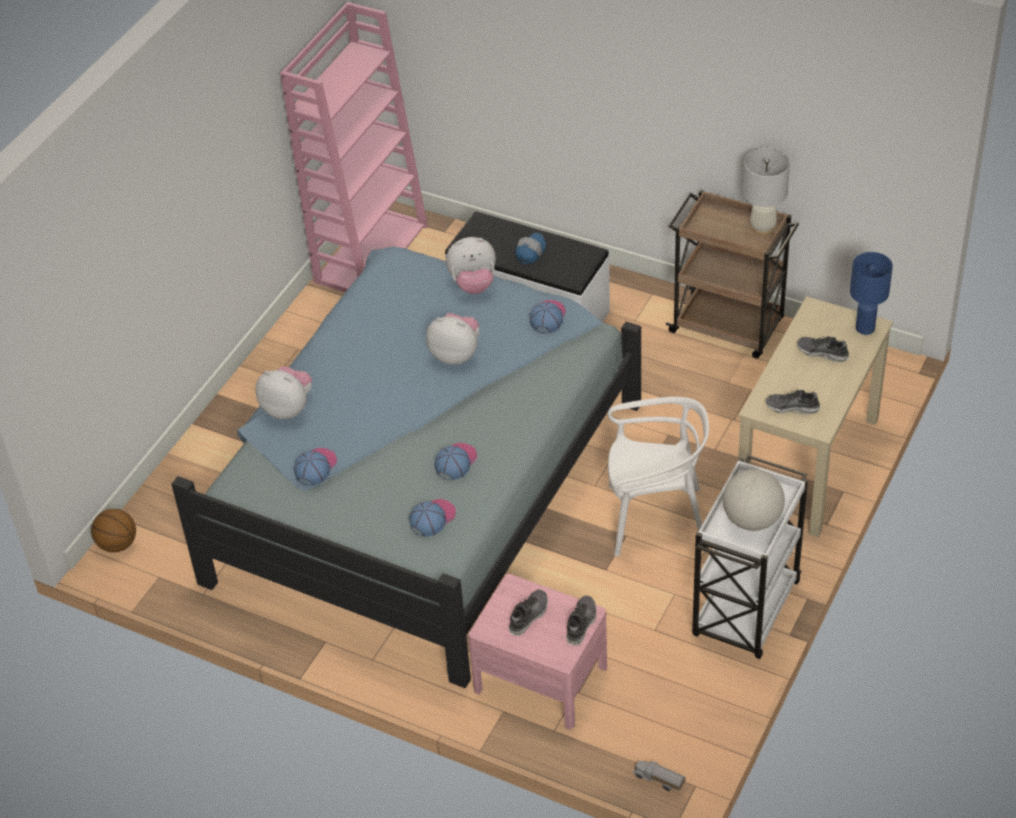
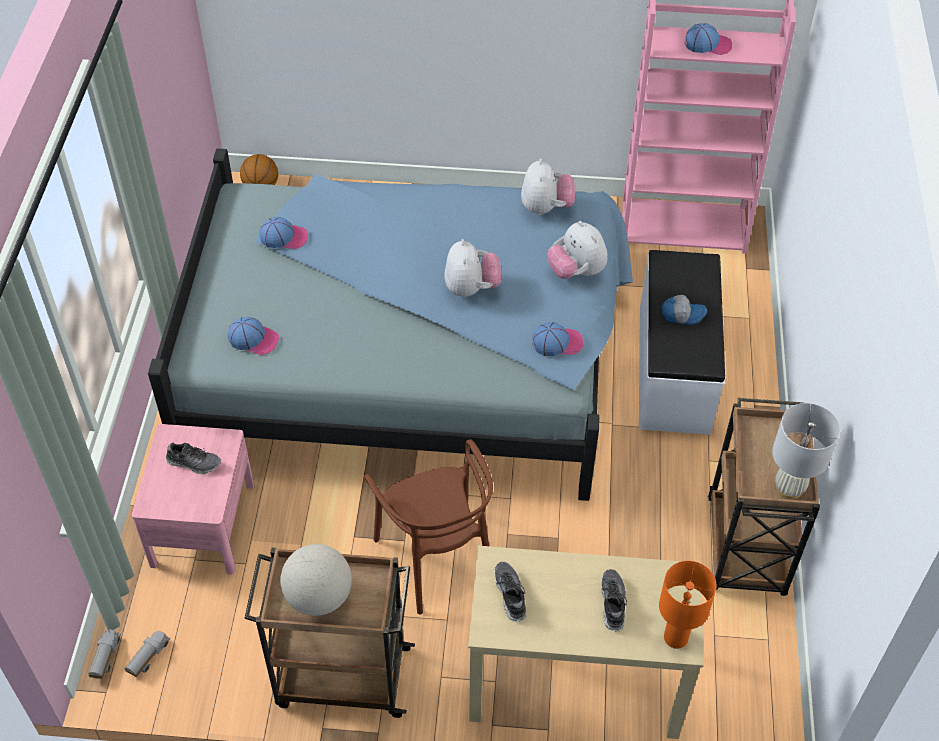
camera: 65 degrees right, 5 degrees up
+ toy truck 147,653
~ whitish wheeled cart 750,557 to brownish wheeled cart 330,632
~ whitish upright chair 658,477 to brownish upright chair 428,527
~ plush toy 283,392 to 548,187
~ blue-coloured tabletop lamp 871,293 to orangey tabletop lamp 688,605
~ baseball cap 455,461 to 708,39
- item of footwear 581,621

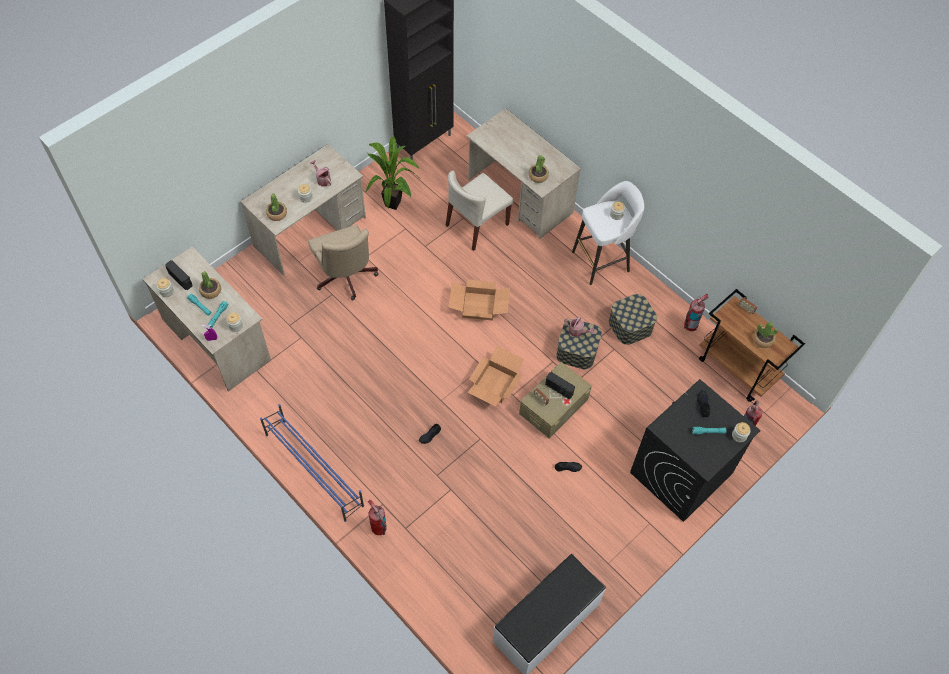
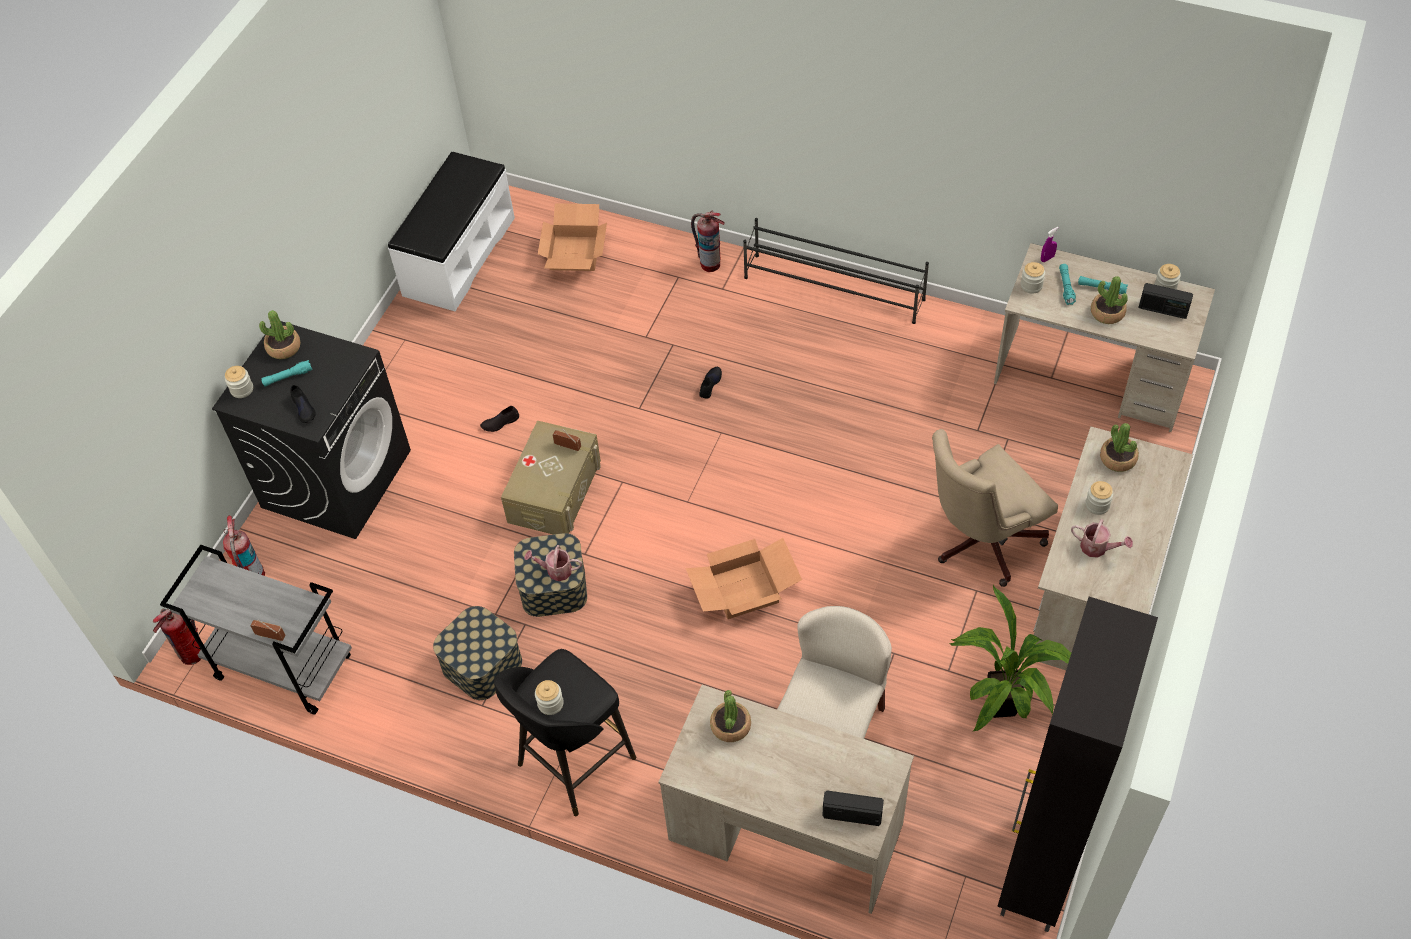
camera: 160 degrees right, 5 degrees down
~ fire-fighting cylinder 696,312 to 177,637
~ brownish wheeled cart 752,345 to greyish wheeled cart 256,630
~ potted plant 765,335 to 280,334
~ whitish stool 608,233 to black-coloured stool 565,732
~ cardboard box 495,376 to 572,237
~ blue-coloured shoe shelf 312,463 to black-coloured shoe shelf 836,271
~ radio 560,385 to 853,808
~ beige-coloured computer chair 343,262 = 995,508 75 degrees counterclockwise

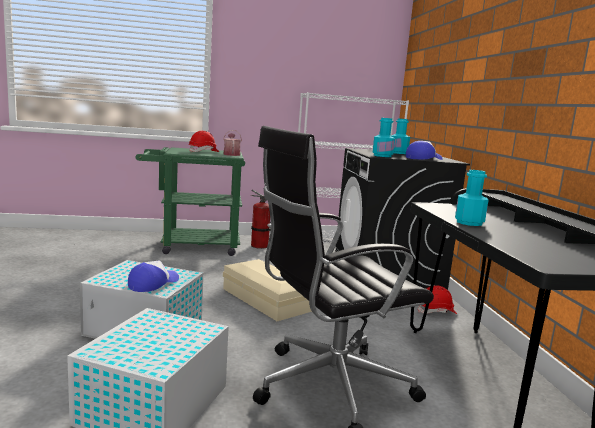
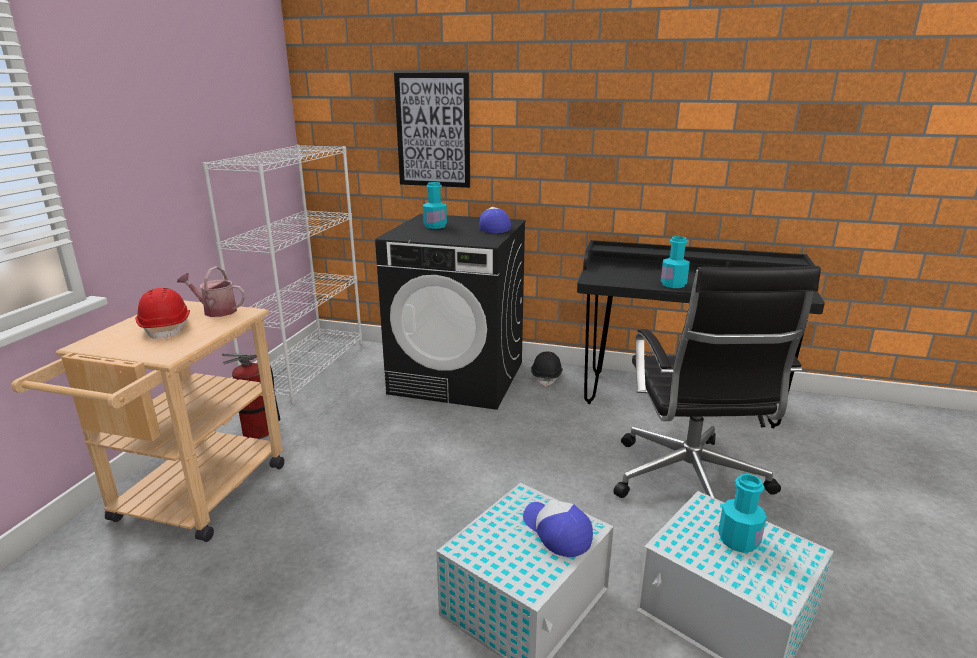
camera: 65 degrees left, 10 degrees up
~ green wheeled cart 190,201 to beige-coloured wheeled cart 147,421
+ picture 432,130
~ reddish hard hat 437,299 to black-coloured hard hat 547,369
~ turquoise bottle 383,137 to 742,513
- beige-coloured storage bin 267,290

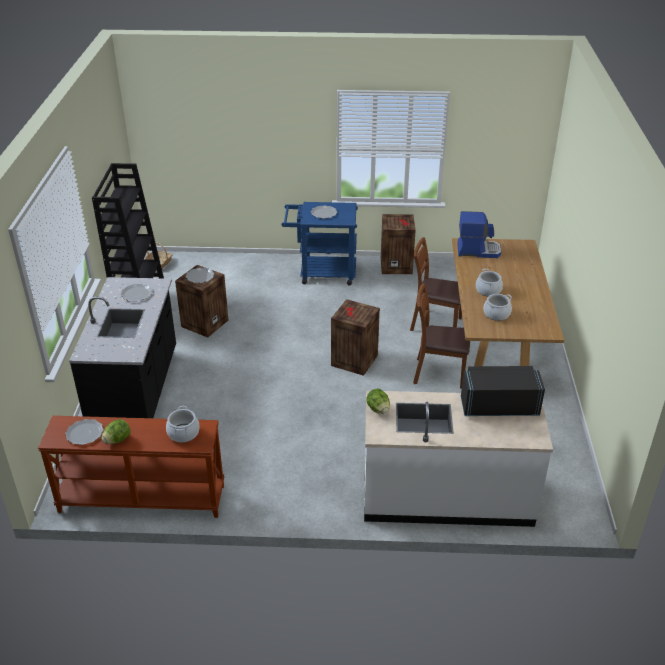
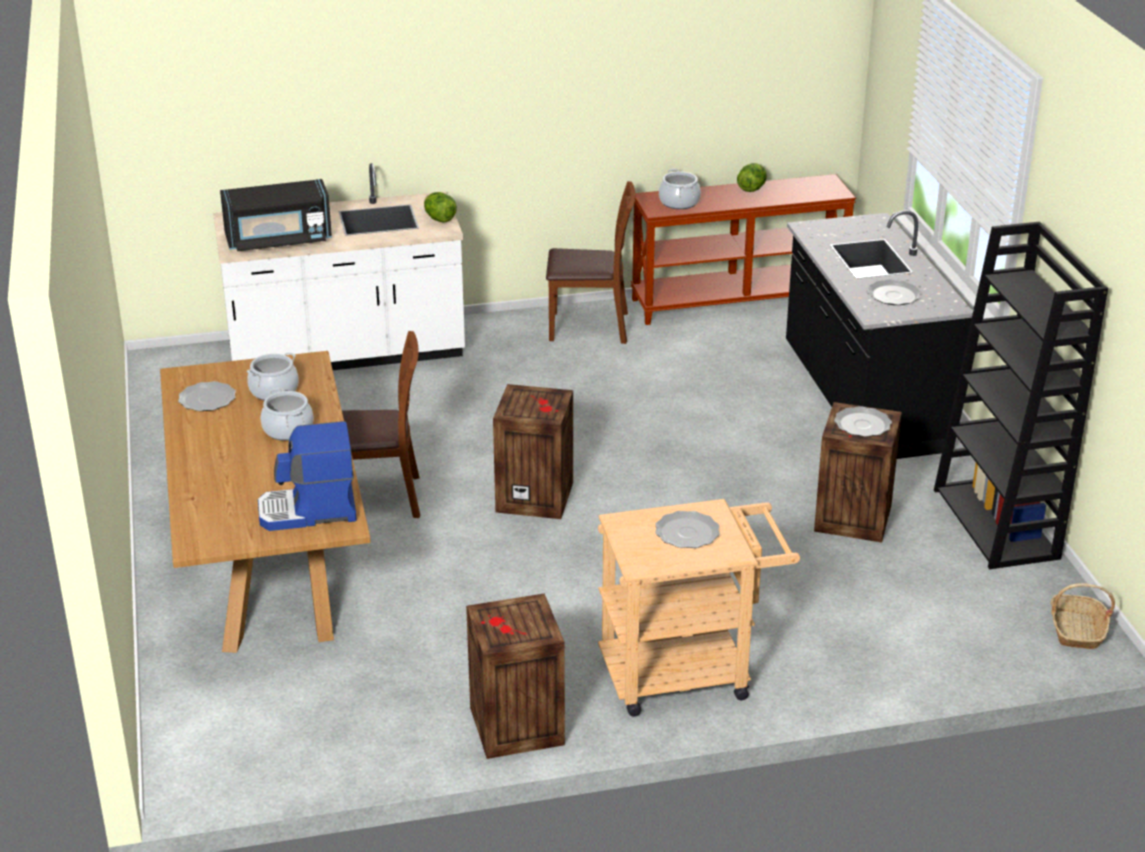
camera: 165 degrees right, 5 degrees down
~ flat dish 84,432 to 207,396
~ brownish upright chair 436,284 to 590,262
~ blue-coloured wheeled cart 319,243 to beige-coloured wheeled cart 699,607

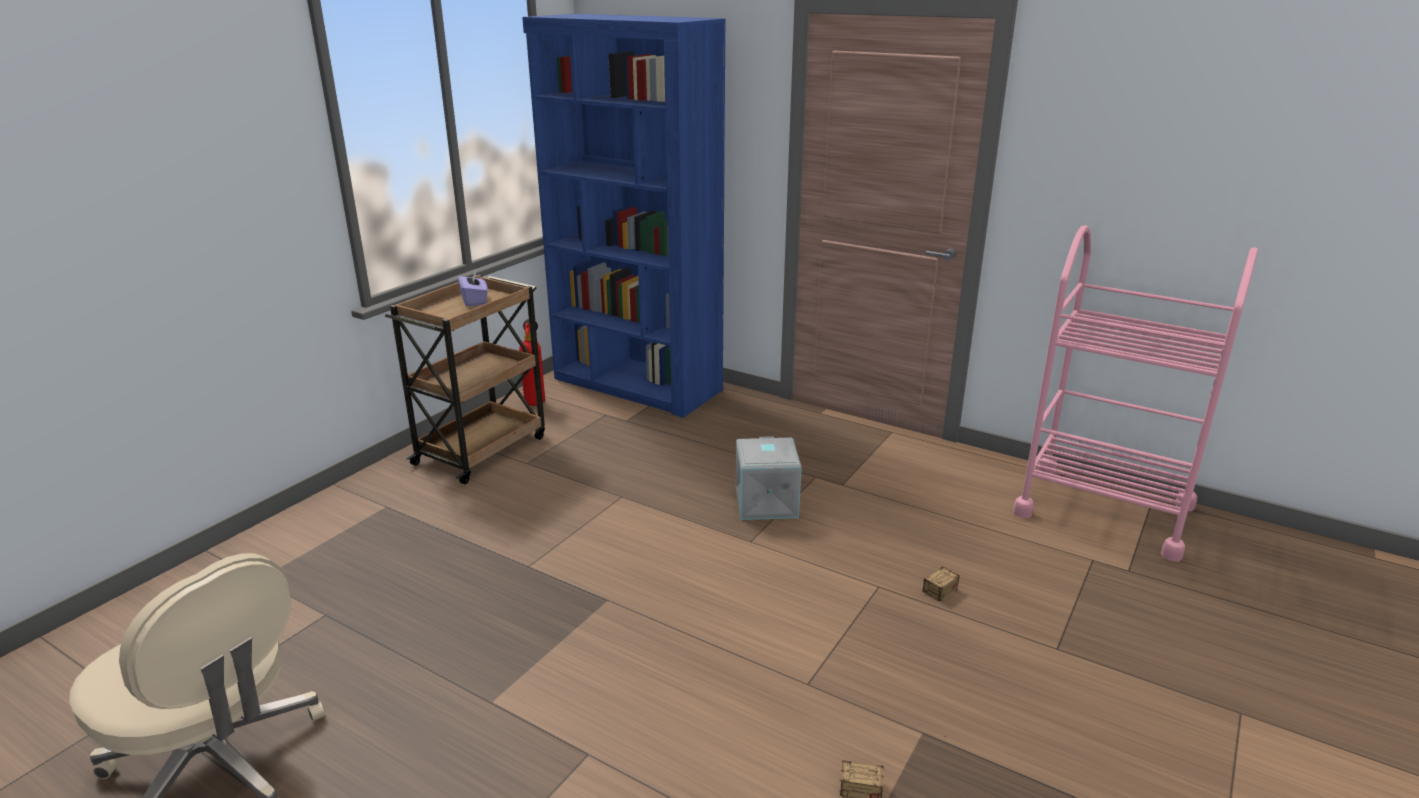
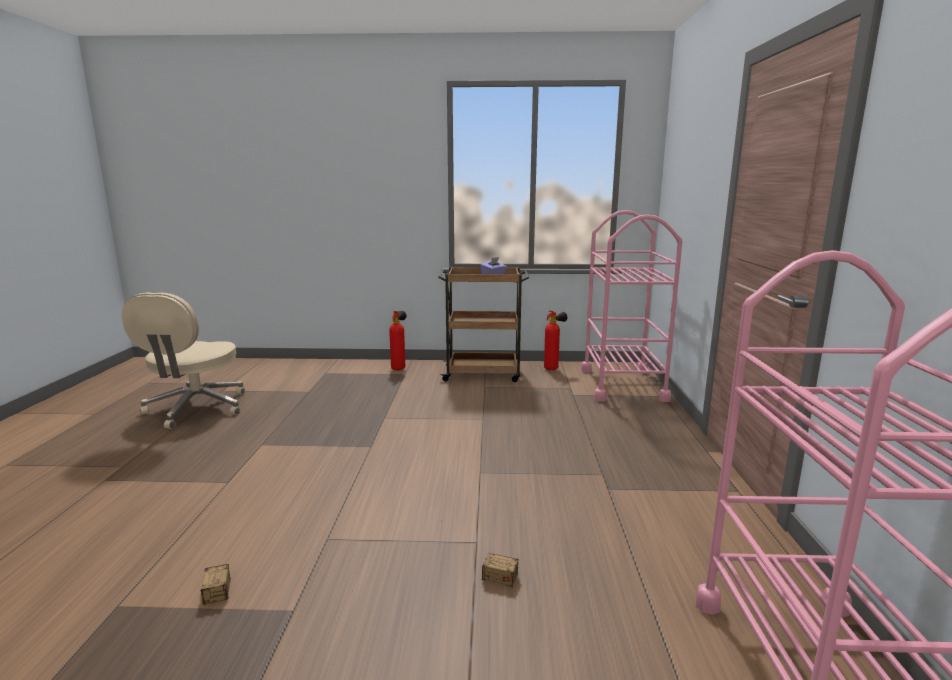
camera: 60 degrees right, 10 degrees down
+ fire-fighting cylinder 397,340
~ blue-coloured bookcase 624,216 to pink-coloured wheeled cart 631,306
- greyish storage bin 769,478

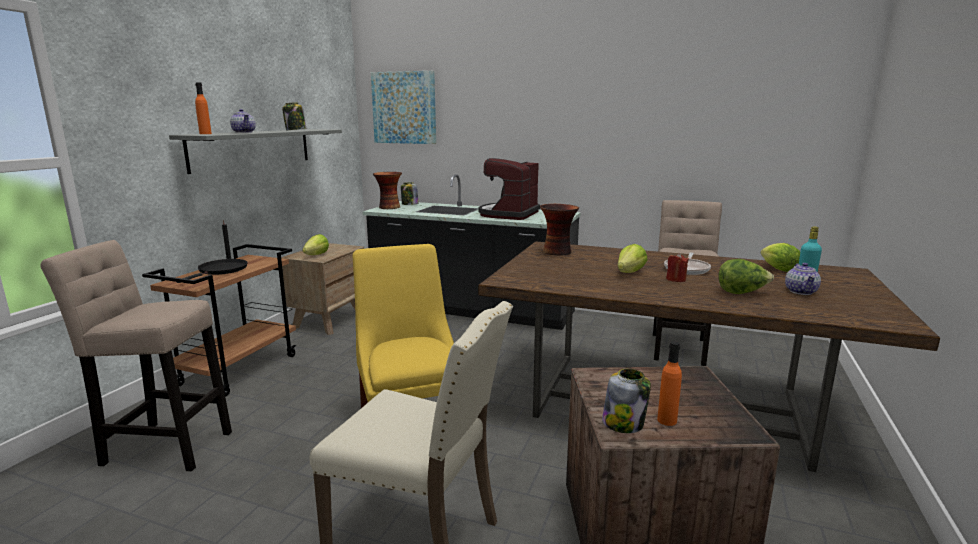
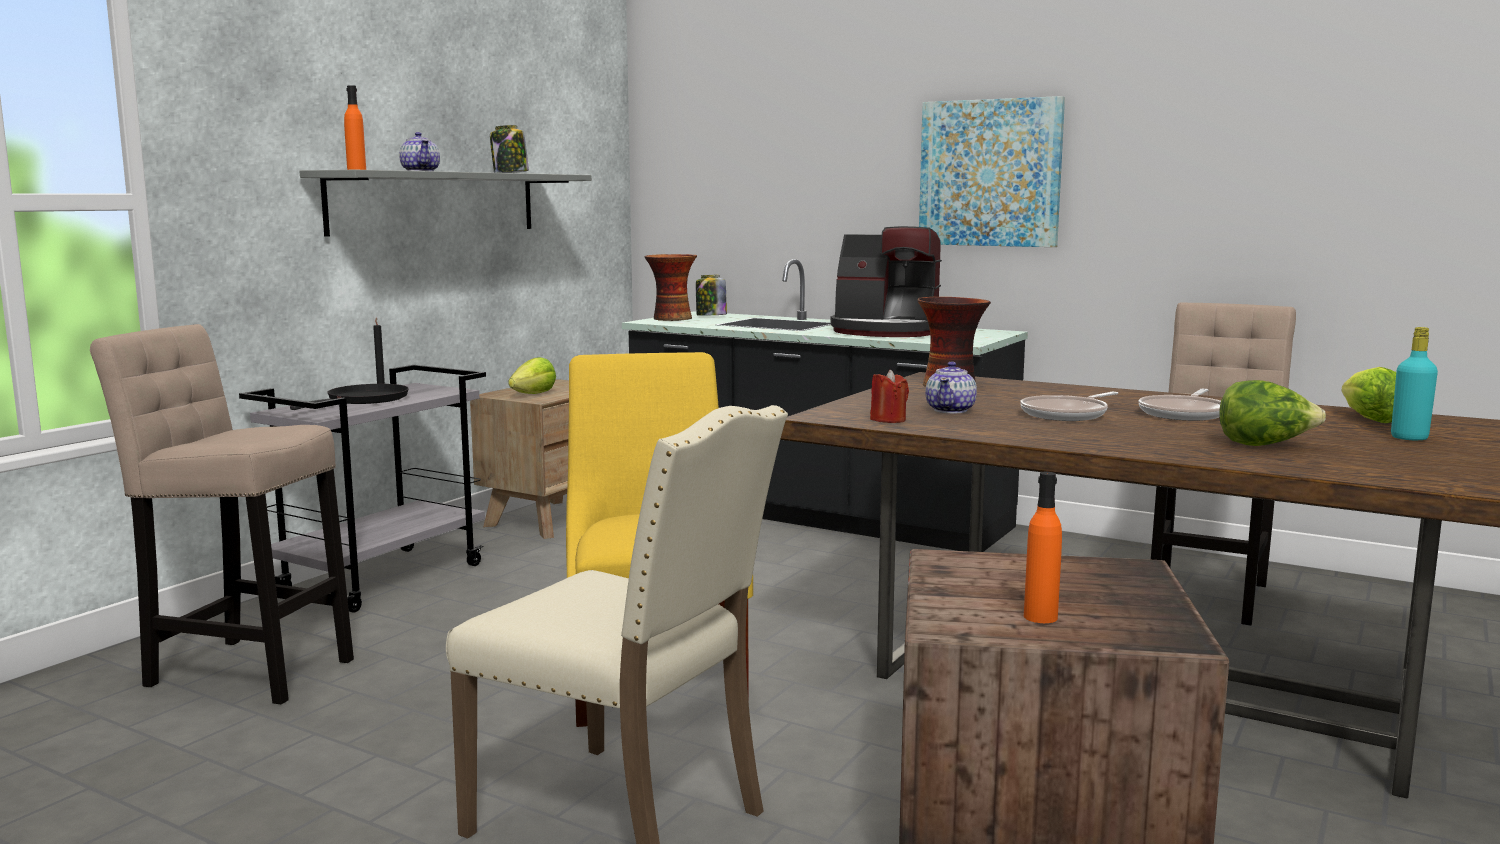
camera: 10 degrees right, 5 degrees down
~ brownish wheeled cart 219,320 to greyish wheeled cart 362,489
~ coffee brewer 509,189 = 886,281 105 degrees counterclockwise
~ reddish wax light 677,267 to 889,396
~ picture 403,107 to 992,171
~ tea pot 803,279 to 951,387
~ head of lettuce 632,258 to skillet 1069,406
- preserve jar 626,401

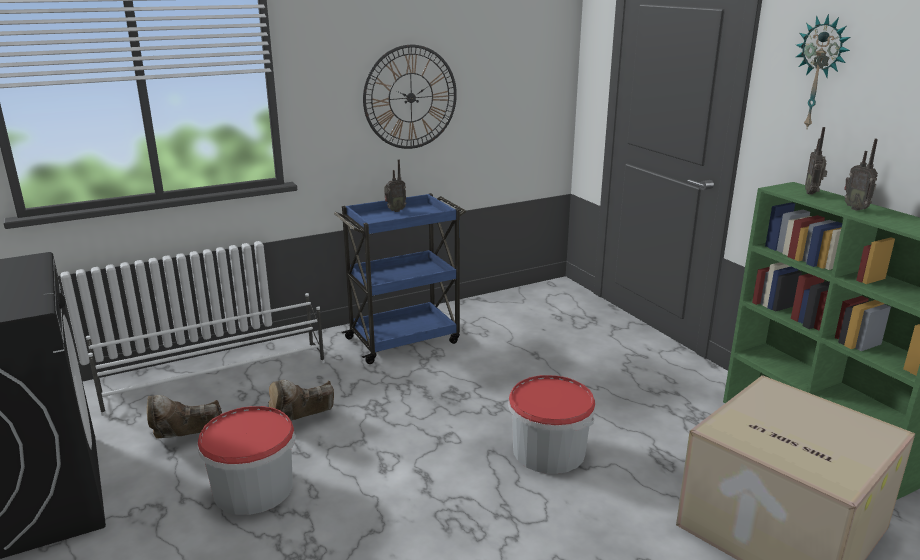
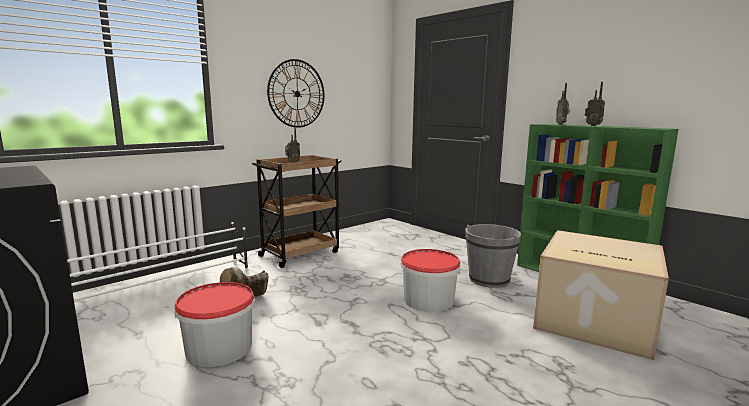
camera: 15 degrees left, 10 degrees down
~ blue-coloured wheeled cart 400,278 to brownish wheeled cart 296,211
+ greyish water bucket 493,256
- brownish high-top boot 184,417
- wall clock 823,72

